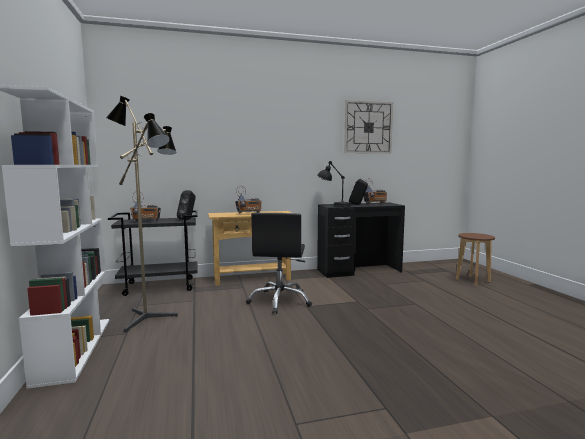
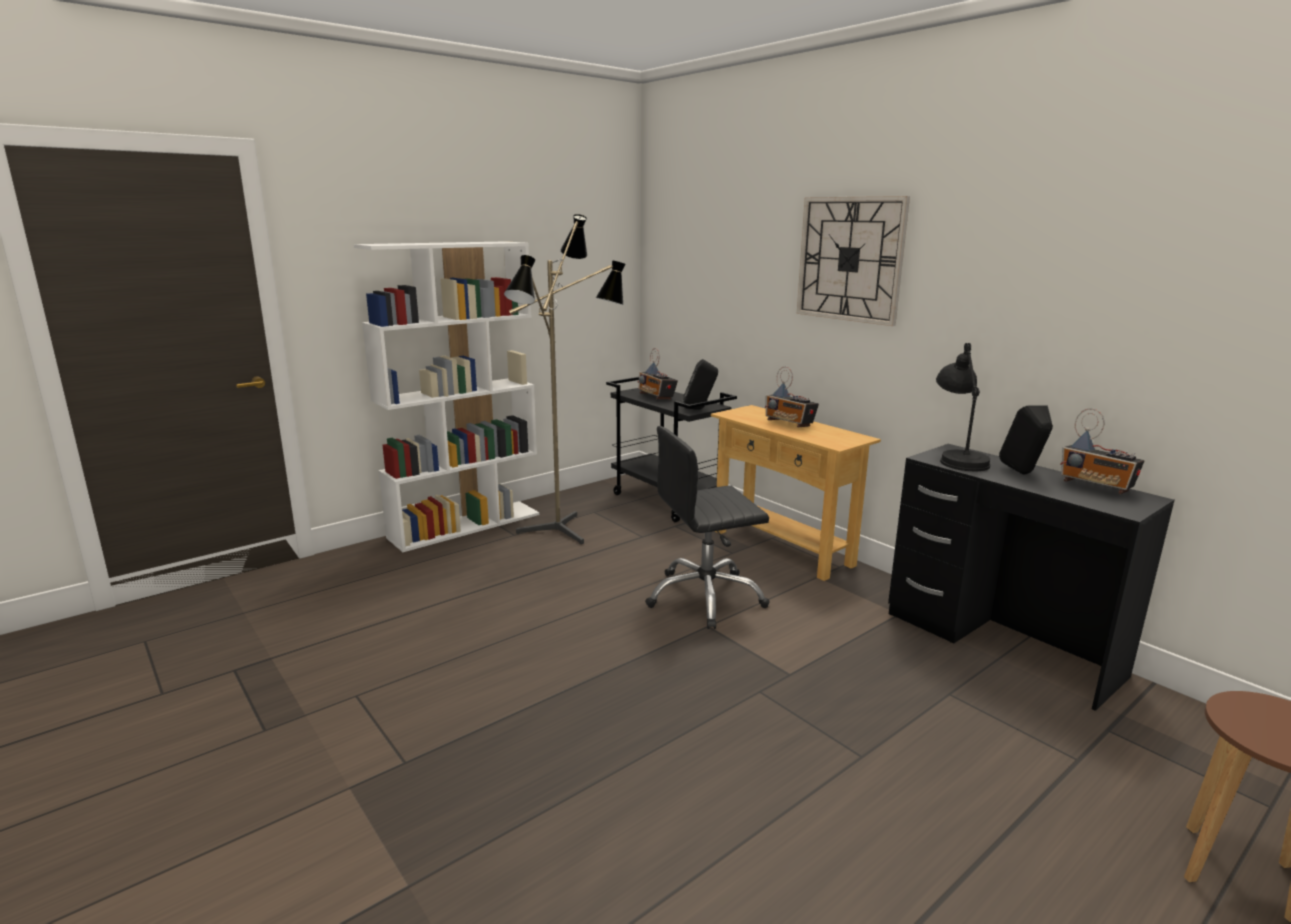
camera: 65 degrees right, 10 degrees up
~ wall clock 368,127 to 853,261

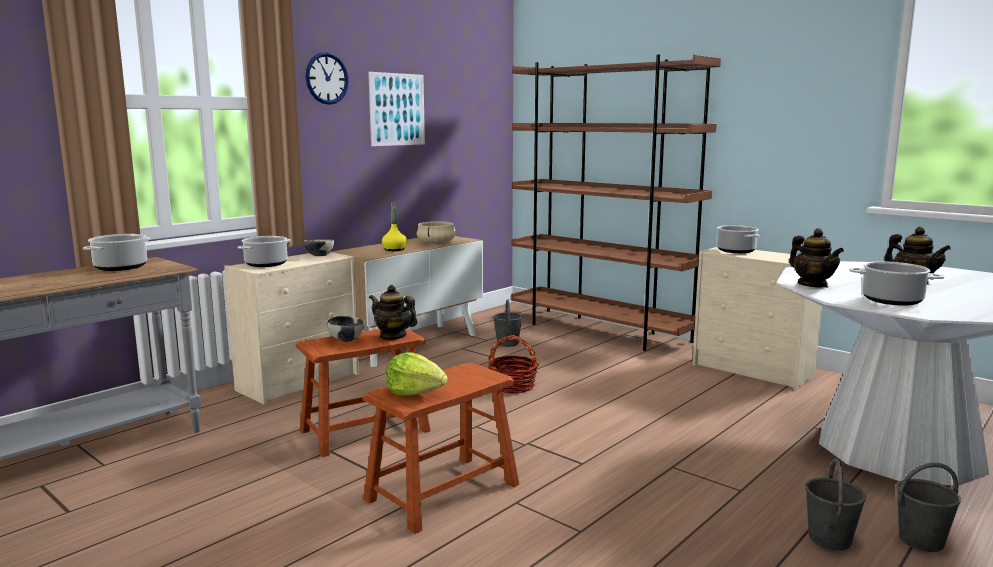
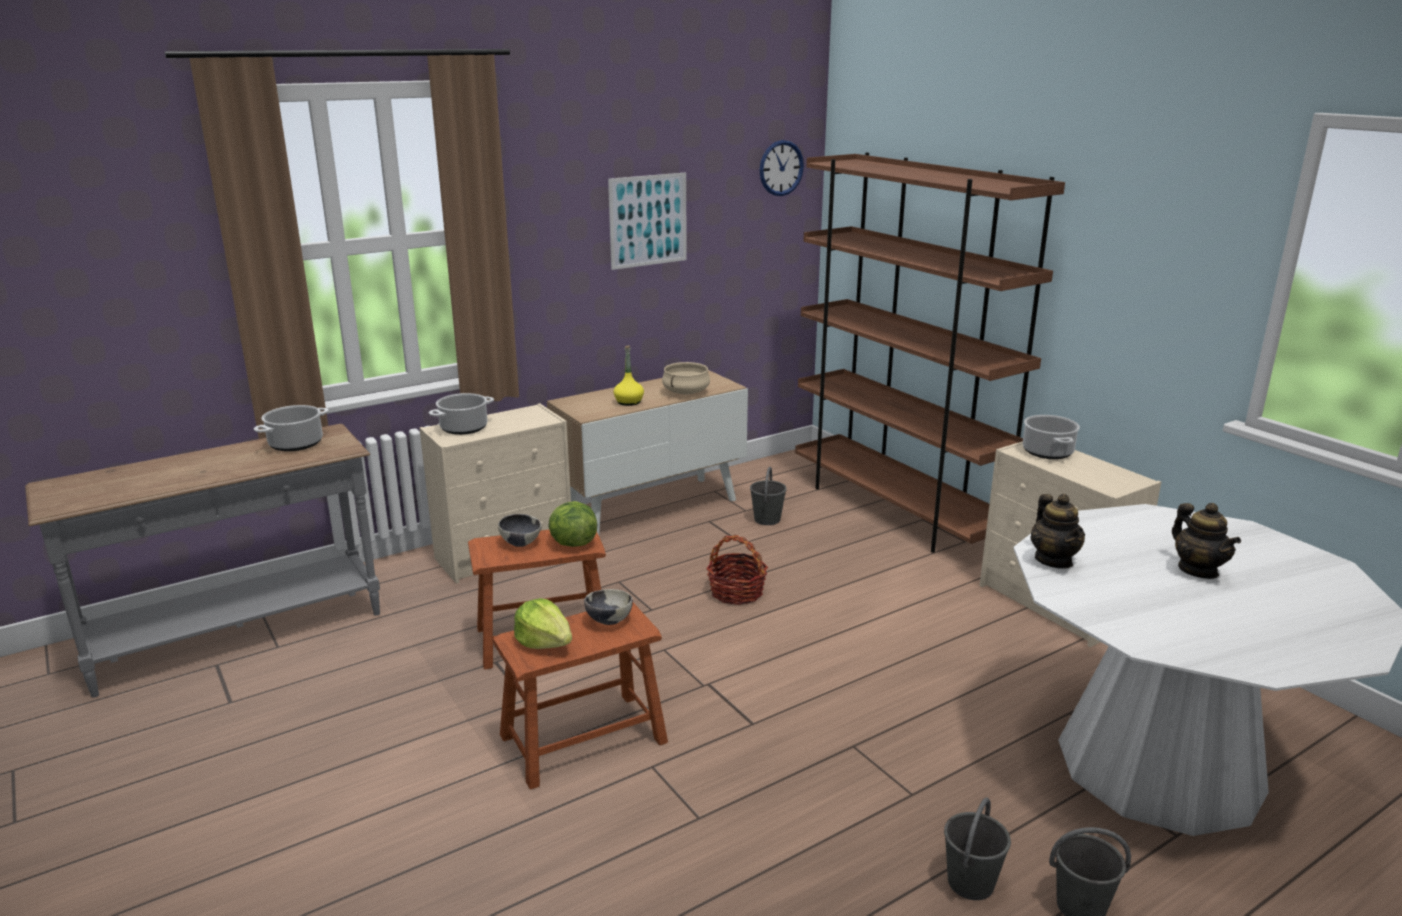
camera: 15 degrees right, 10 degrees up
~ tea pot 393,312 to head of lettuce 573,524
~ deep dish 319,248 to 608,607
~ wall clock 327,78 to 782,168
- cooking pot 897,283

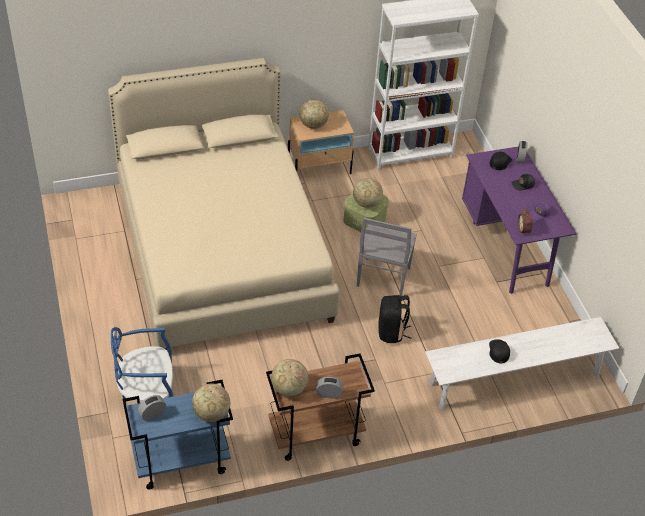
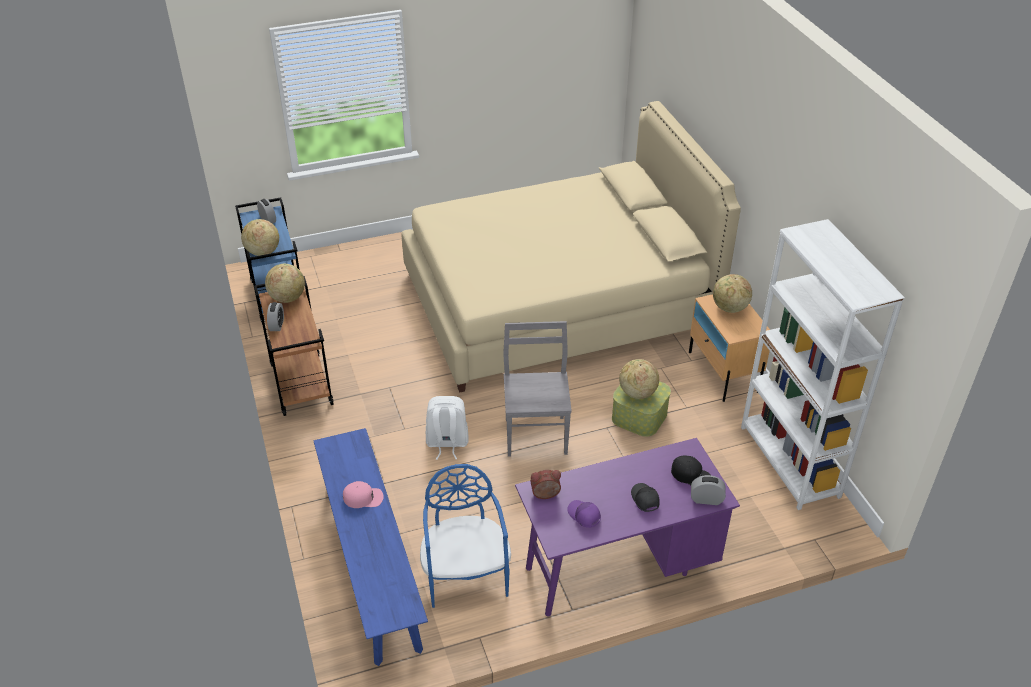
camera: 90 degrees right, 5 degrees down
~ whitish bench 522,363 to blue-coloured bench 370,547
~ black-coloured baseball cap 499,351 to pink-coloured baseball cap 363,494
~ blue-coloured upright chair 142,364 to 465,536
~ black-coloured knapsack 394,319 to whitish knapsack 447,428
~ greyish upright chair 387,257 = 537,389 75 degrees clockwise

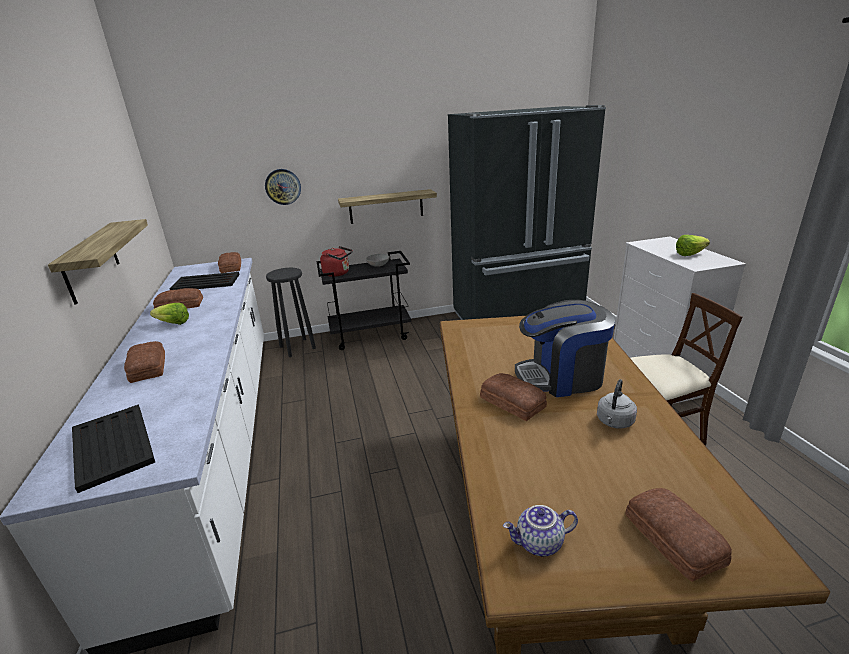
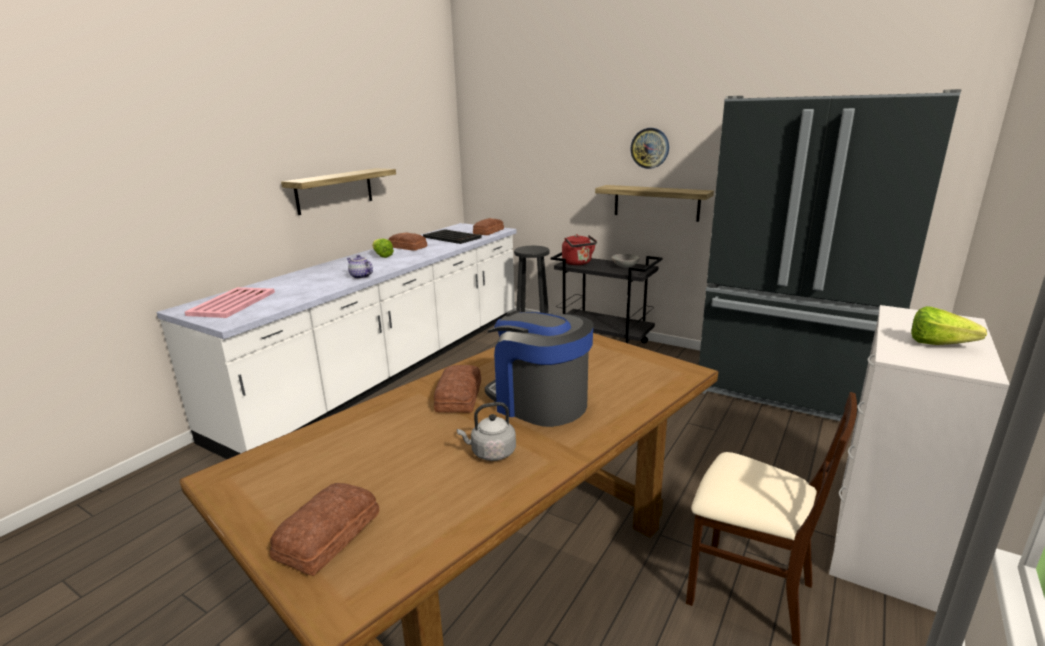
camera: 45 degrees right, 5 degrees down
~ black-coloured serving tray 113,448 to pink-coloured serving tray 230,302
~ tea pot 540,530 to 360,267
~ wall clock 283,187 to 649,148
- baked bread 144,362

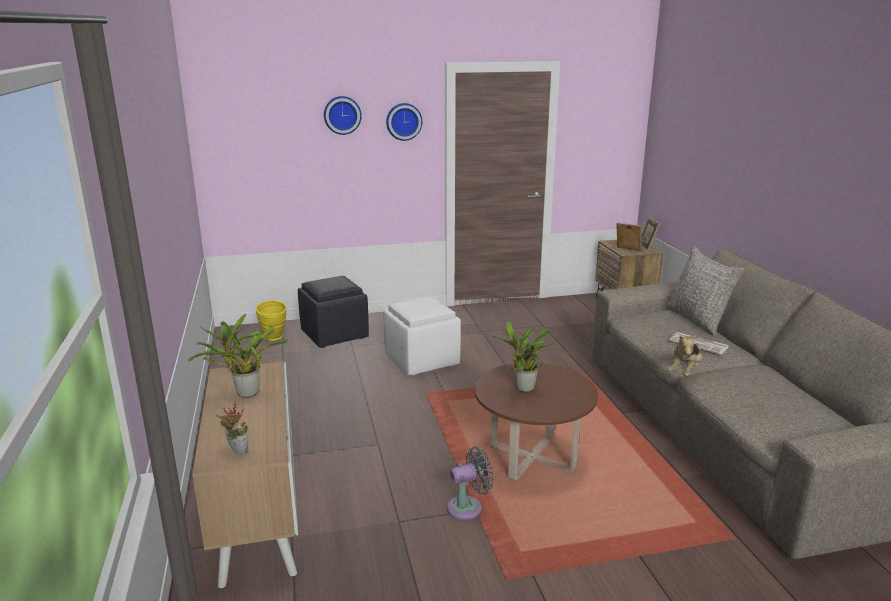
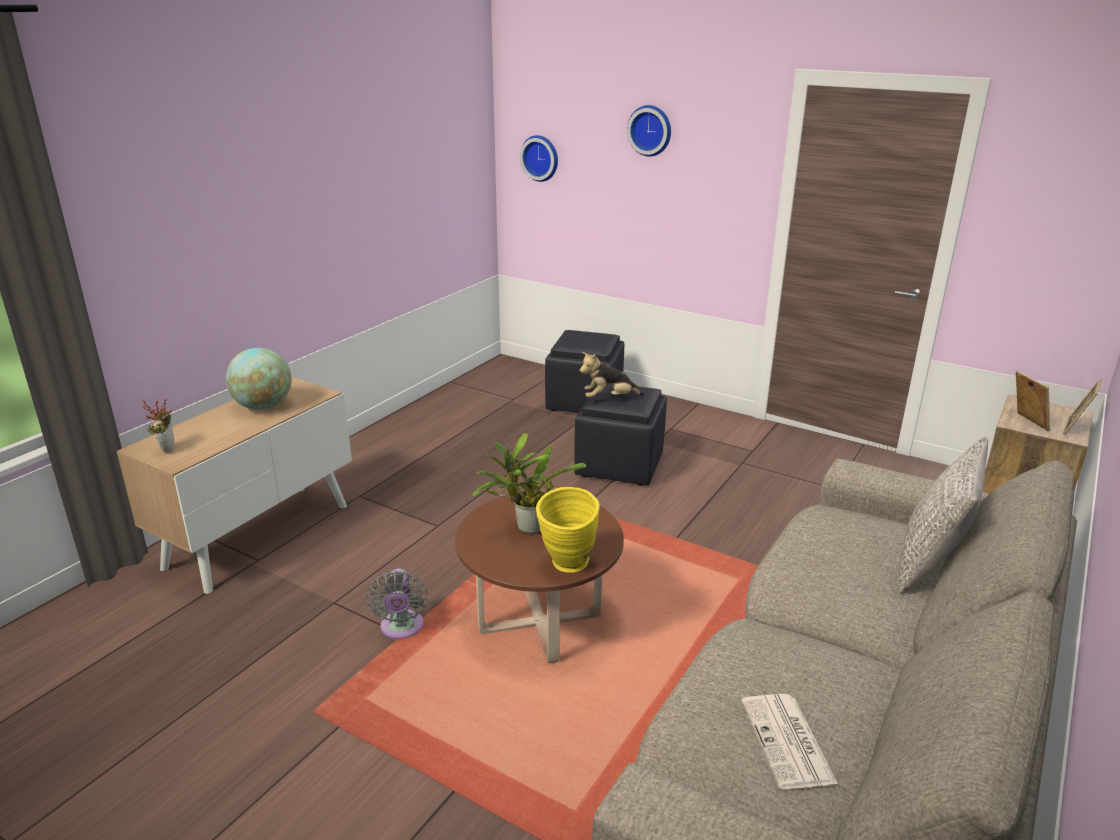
camera: 45 degrees right, 5 degrees up
~ potted plant 238,356 to globe 259,379
~ greyish fan 470,483 = 397,604 60 degrees clockwise
~ wall clock 404,122 to 539,158
~ yellow-coloured vase 271,320 to 568,530
~ whitish footrest 422,336 to black-coloured footrest 620,435
~ plush toy 684,355 to 612,375
~ newspaper 699,343 to 790,741

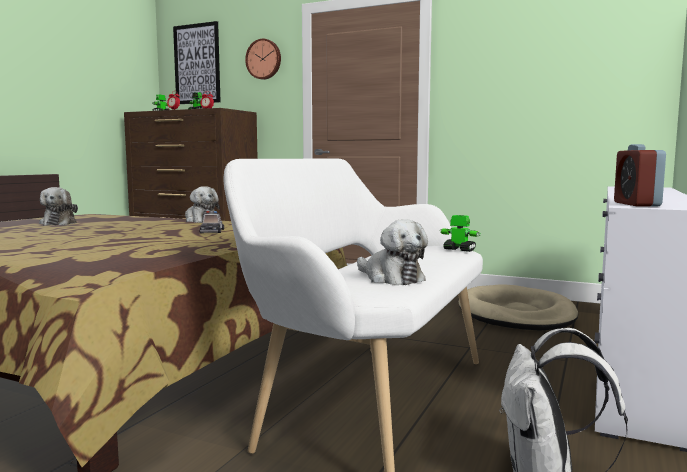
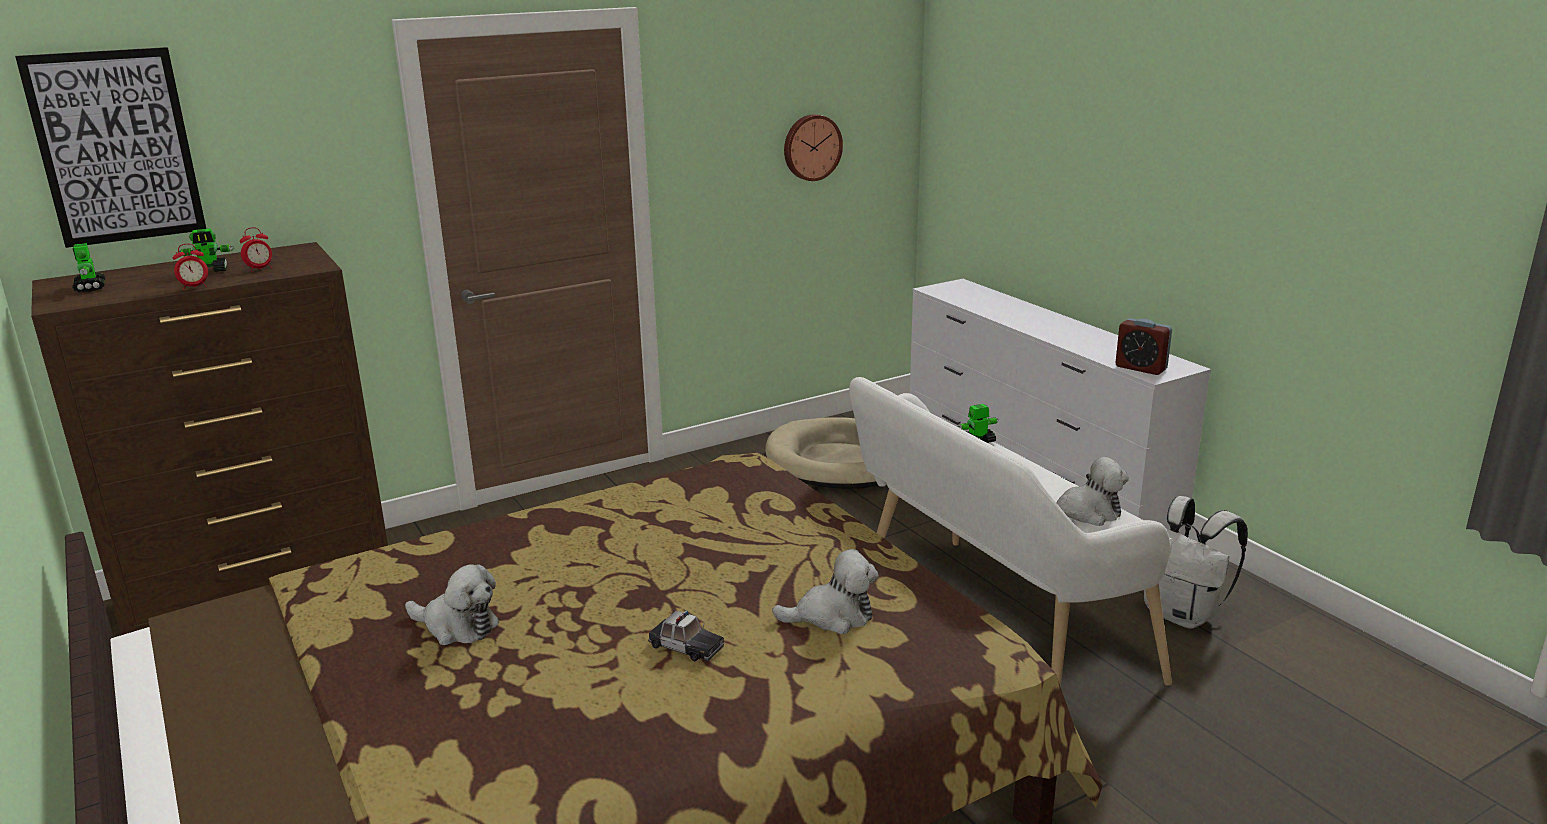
camera: 55 degrees left, 15 degrees up
~ miniature car 211,222 to 686,636
~ plush toy 202,204 to 825,591
~ wall clock 263,59 to 813,147

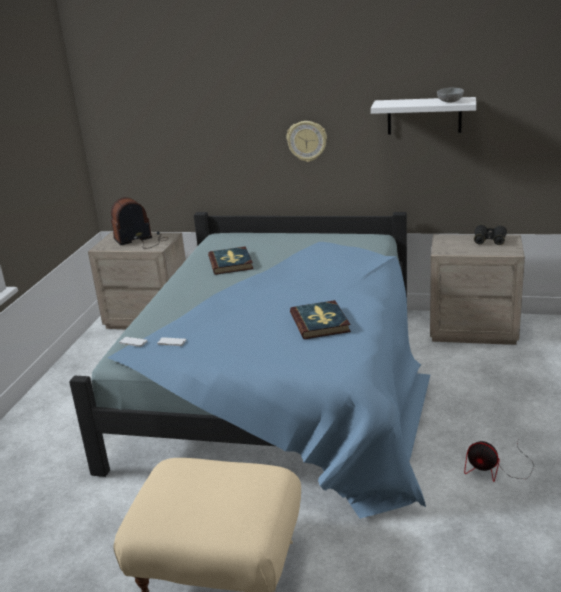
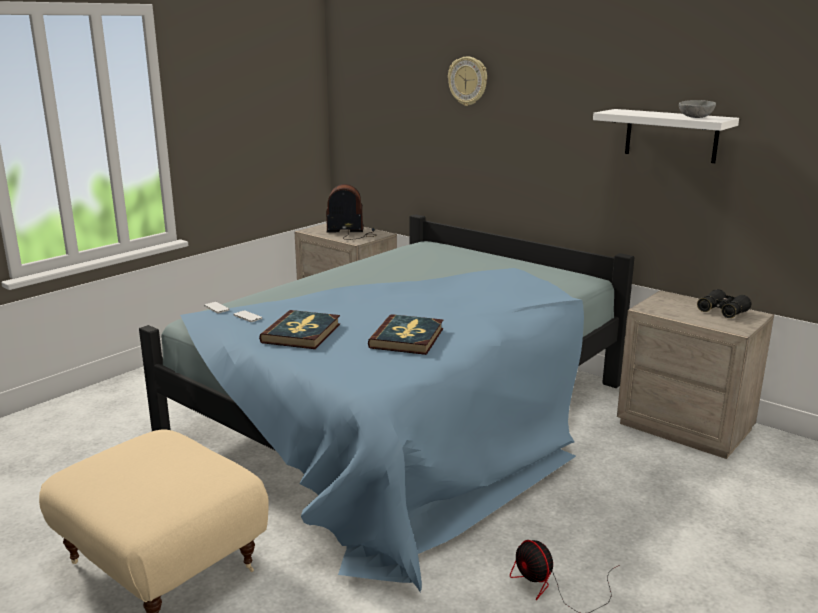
camera: 25 degrees right, 5 degrees down
~ bound book 230,260 to 299,329
~ wall clock 306,141 to 467,81

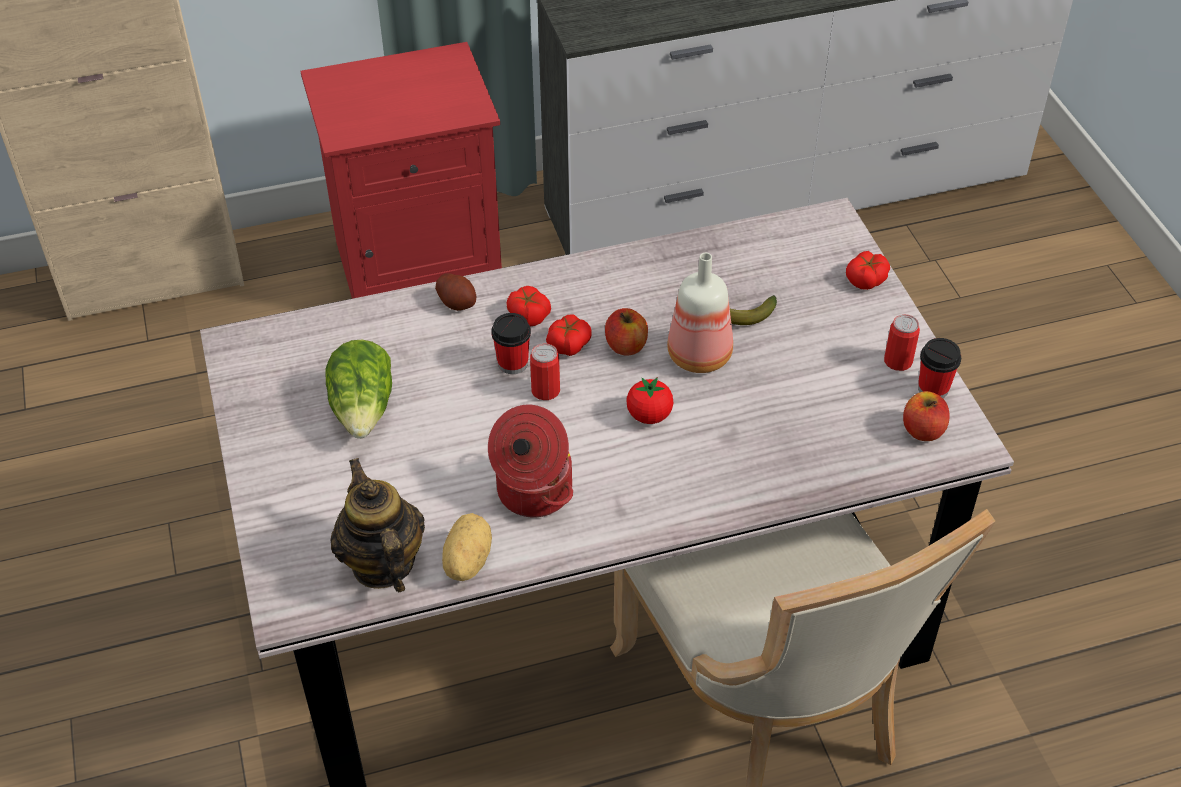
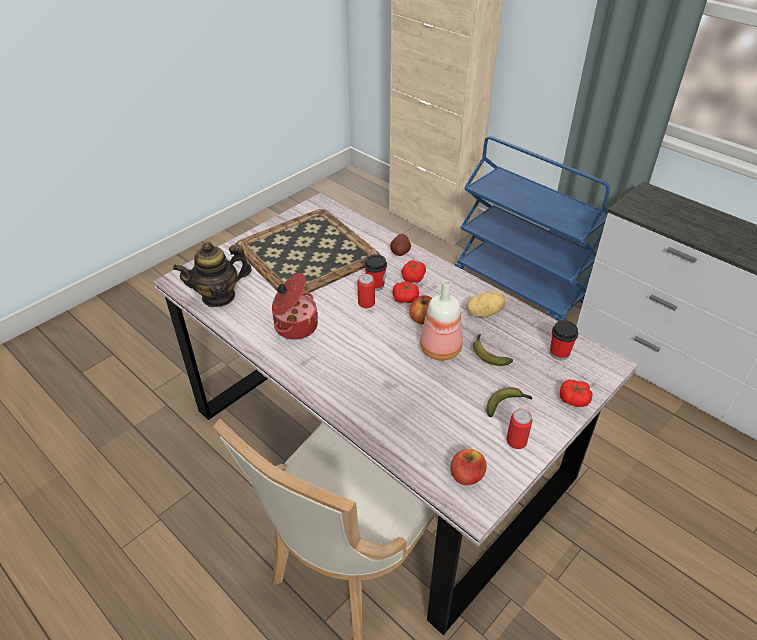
camera: 60 degrees right, 5 degrees down
~ tea pot 378,525 = 212,274 150 degrees counterclockwise
~ head of lettuce 358,389 to serving tray 307,251
~ reddish bedside table 401,170 to blue-coloured wheeled cart 532,228
~ whole potato 467,547 to 485,304
+ banana fruit 509,402
~ cup 939,368 to 564,340
- tomato 649,400

